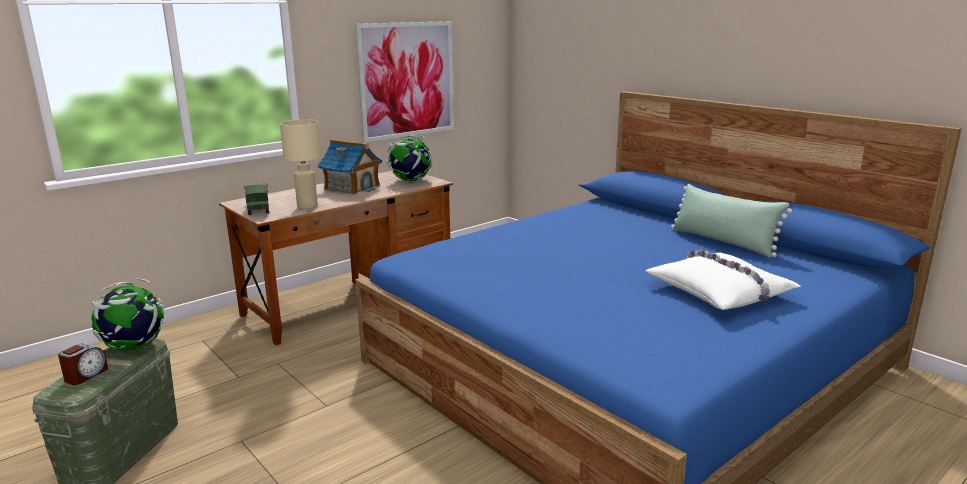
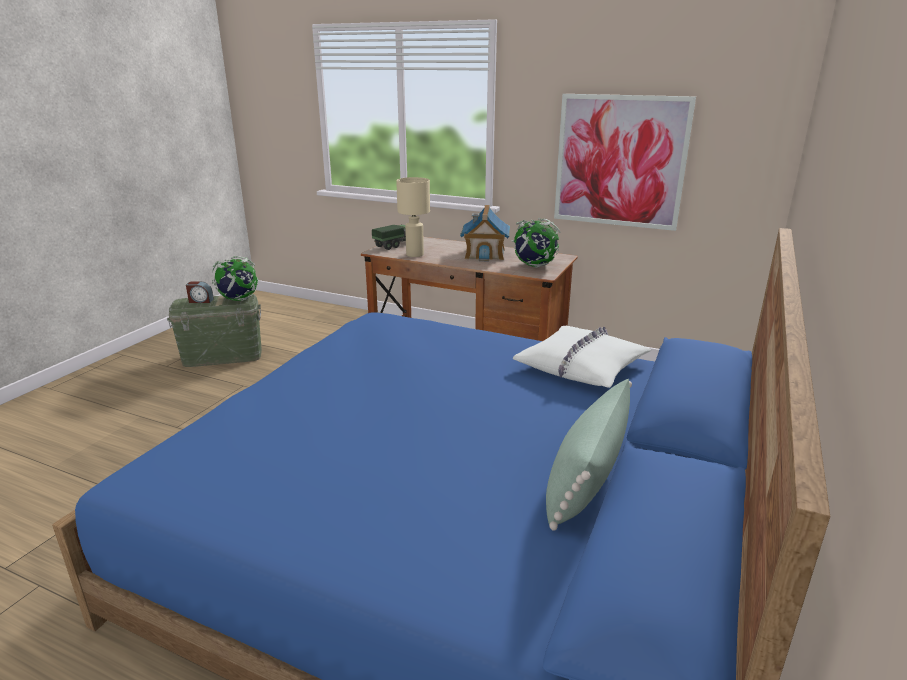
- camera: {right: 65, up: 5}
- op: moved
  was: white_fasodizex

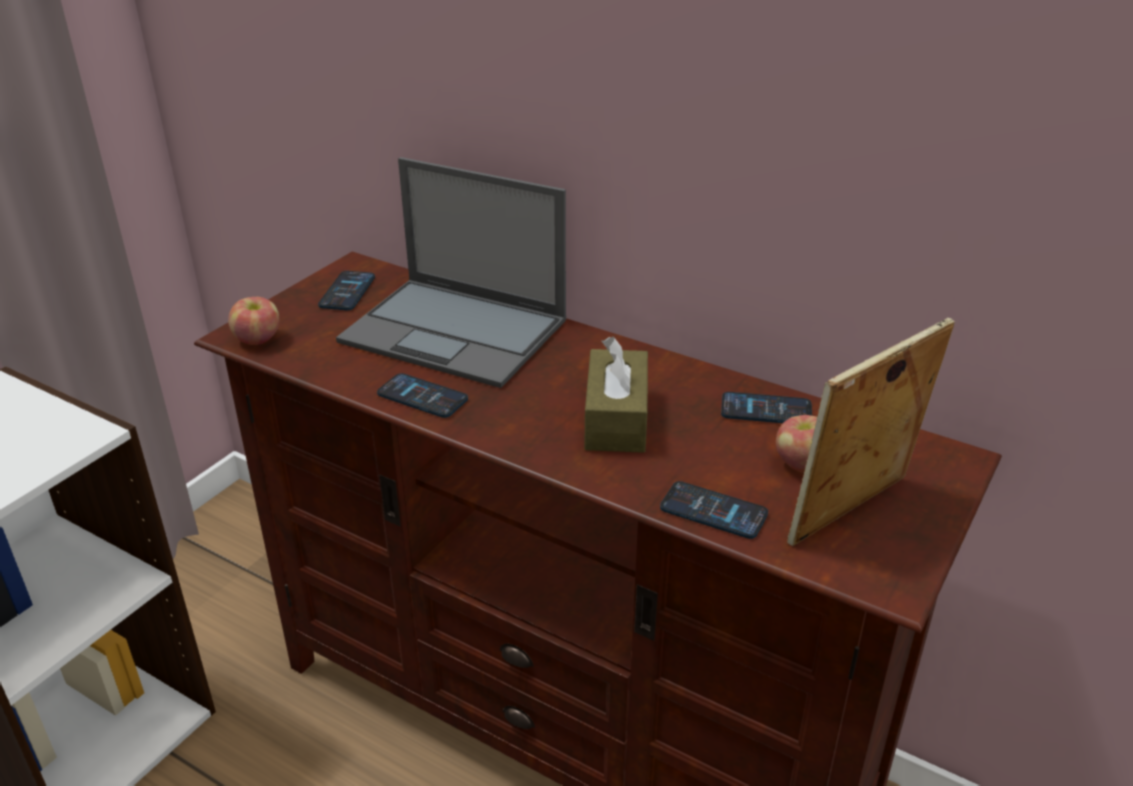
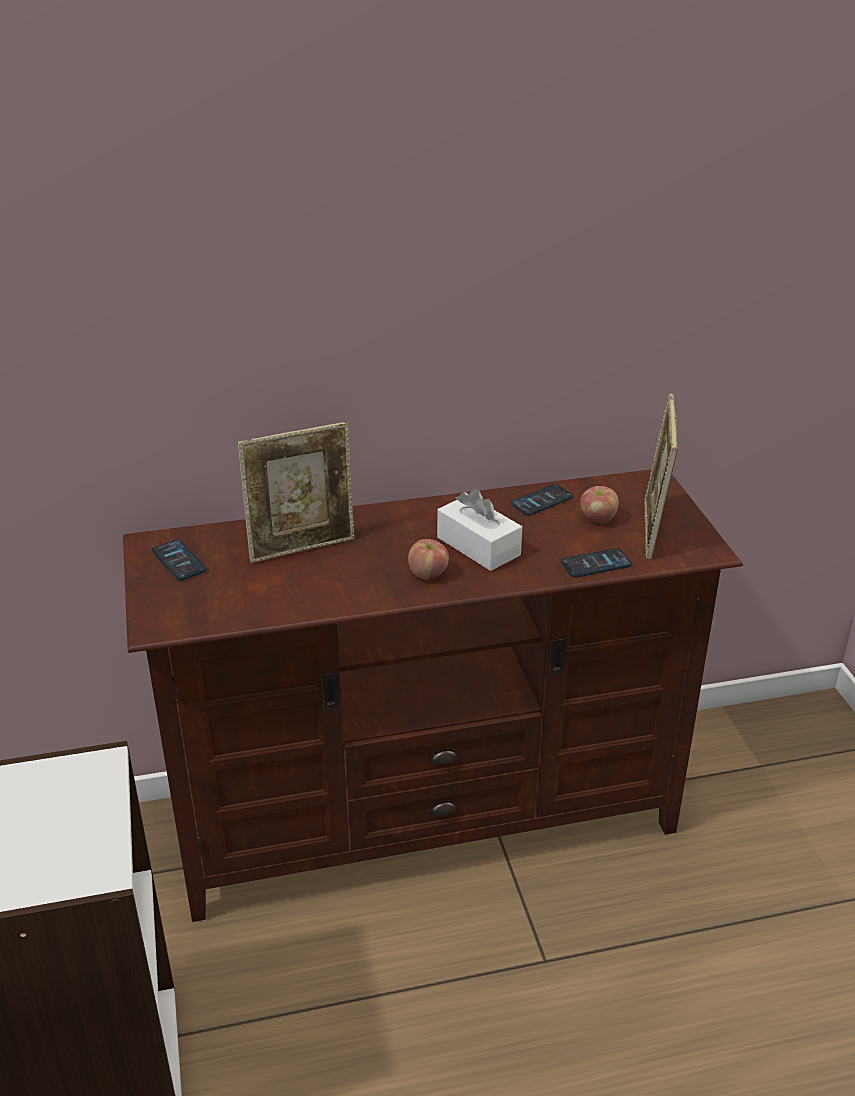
- camera: {right: -45, up: 0}
- op: replaced
  was: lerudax
  now: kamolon (1st from left)
- op: moved
  was: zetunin (1st from left)
- op: recoloured
  was: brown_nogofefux
  now: white_nogofefux
- op: removed
  was: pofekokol (2nd from left)

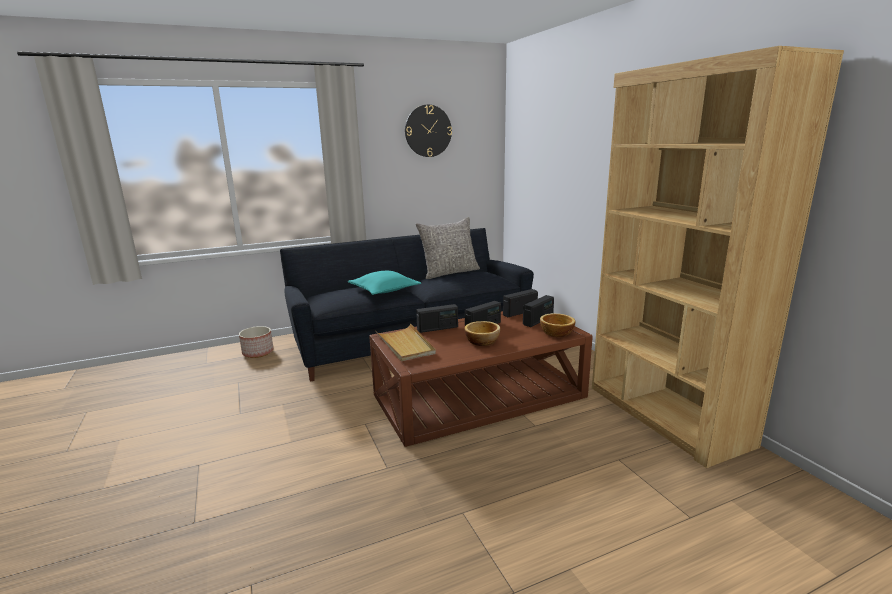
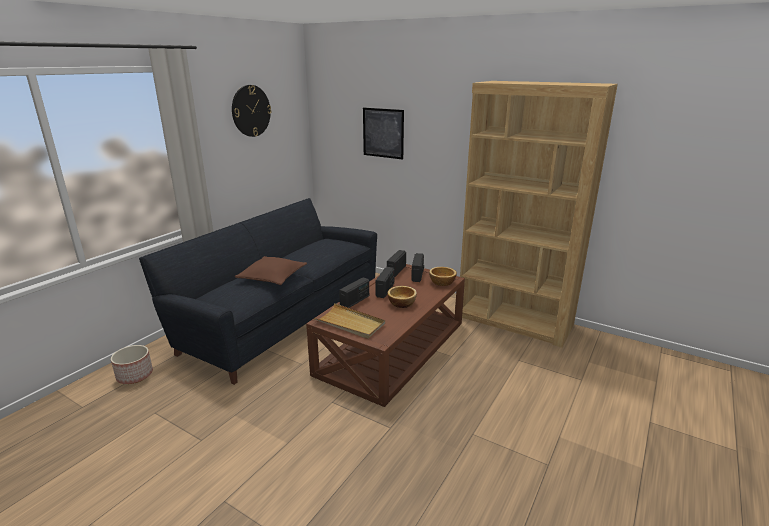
- camera: {right: -35, up: 5}
- op: recoloured
  was: turquoise_fasodizex
  now: brown_fasodizex
- op: added
  now: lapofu
- op: removed
  was: grey_fasodizex

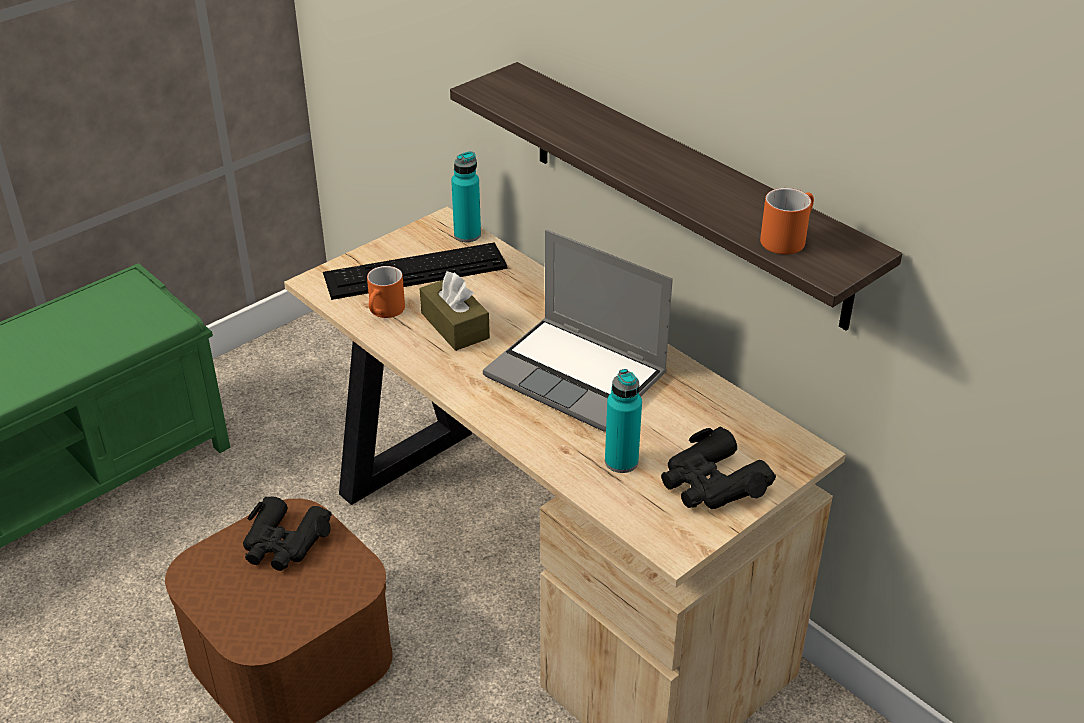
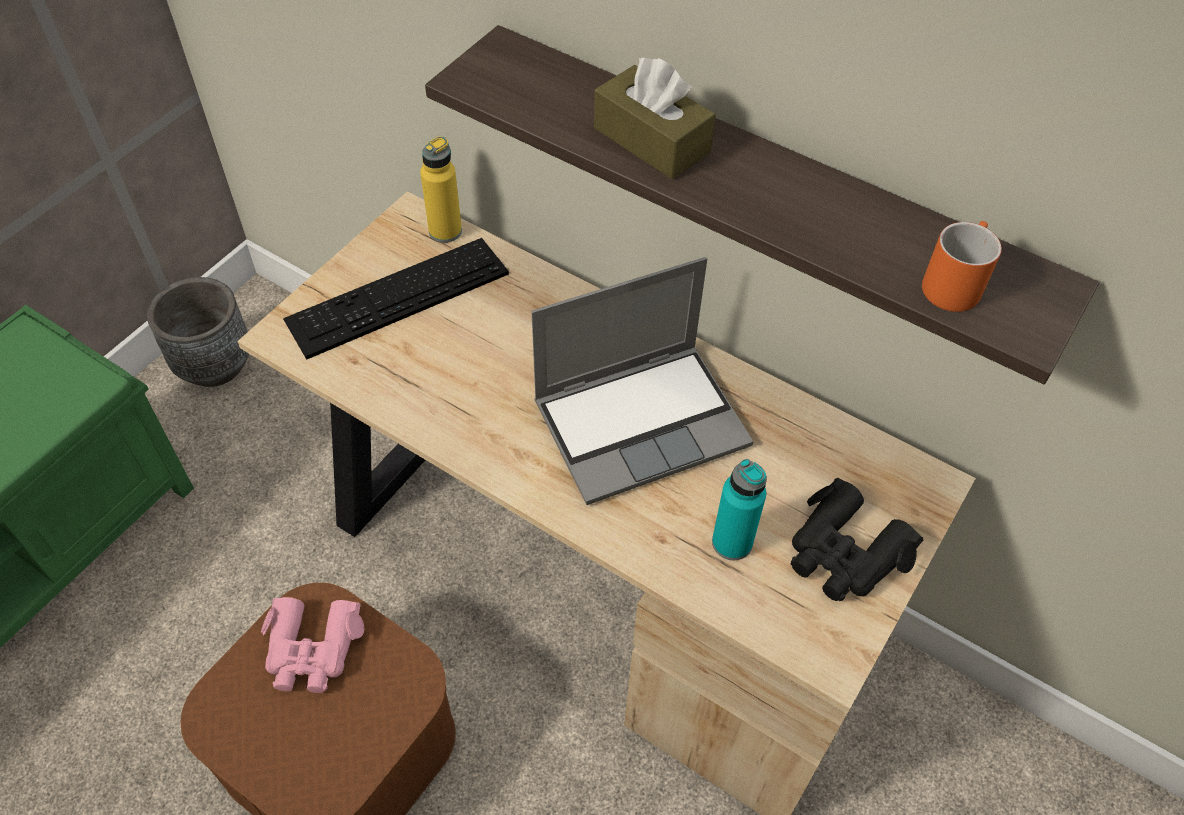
- camera: {right: -15, up: 15}
- op: added
  now: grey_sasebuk
- op: recoloured
  was: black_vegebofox (1st from left)
  now: pink_vegebofox
- op: recoloured
  was: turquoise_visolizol (1st from left)
  now: yellow_visolizol
- op: turned
  was: lerudax
  clockwise: -45
- op: moved
  was: brown_nogofefux
- op: removed
  was: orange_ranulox (1st from left)

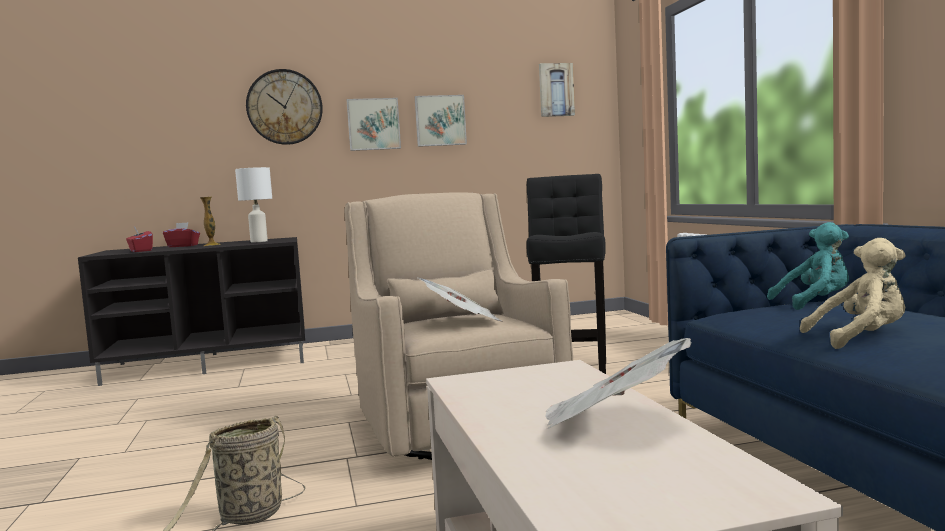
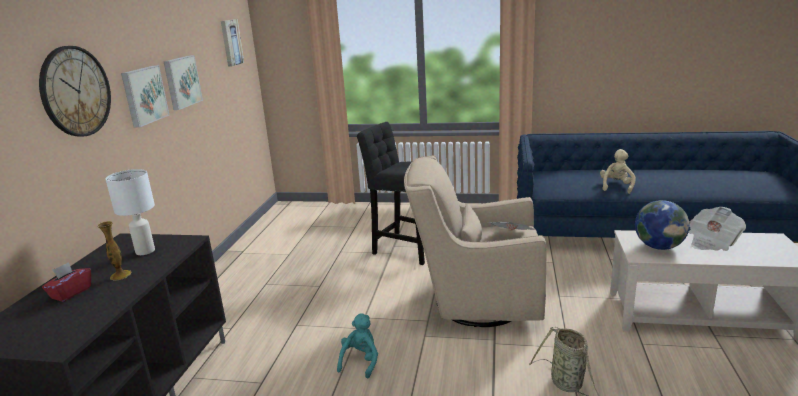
- camera: {right: -65, up: 15}
- op: moved
  was: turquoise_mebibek
- op: added
  now: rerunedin
- op: removed
  was: red_nogofefux (1st from left)

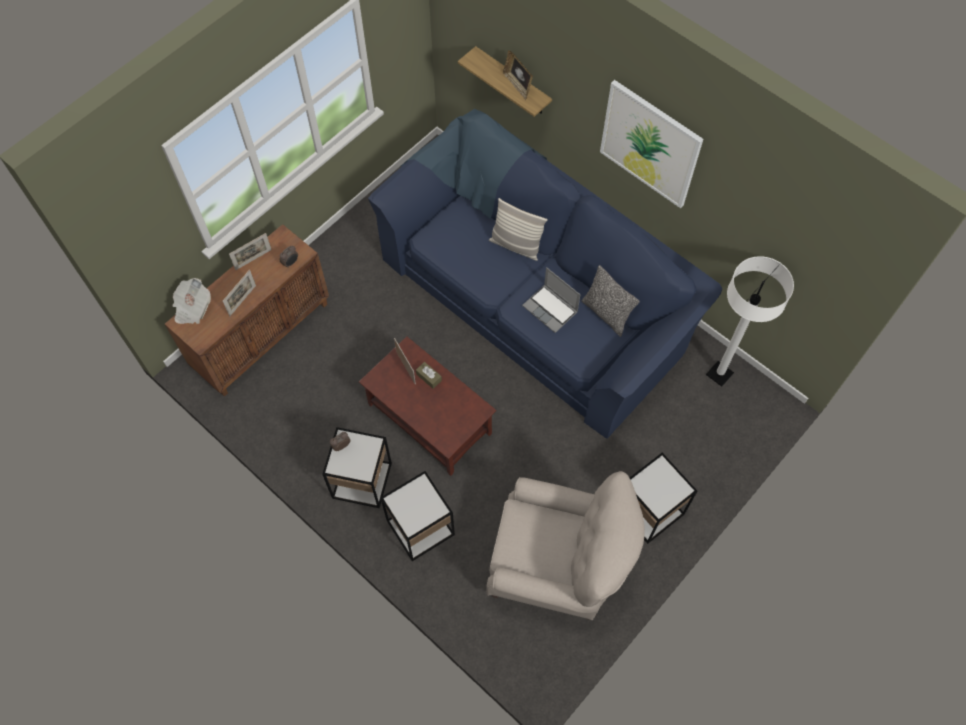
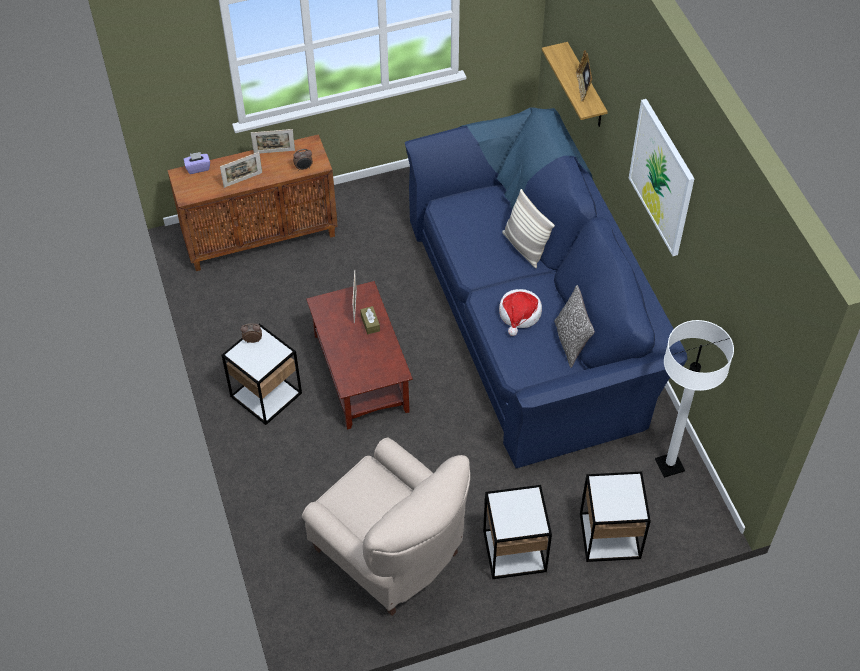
- camera: {right: 30, up: -10}
- op: replaced
  was: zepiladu
  now: purple_nogofefux
- op: replaced
  was: lerudax
  now: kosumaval
- op: moved
  was: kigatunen (2nd from left in the first image)
  now: kigatunen (3rd from left)

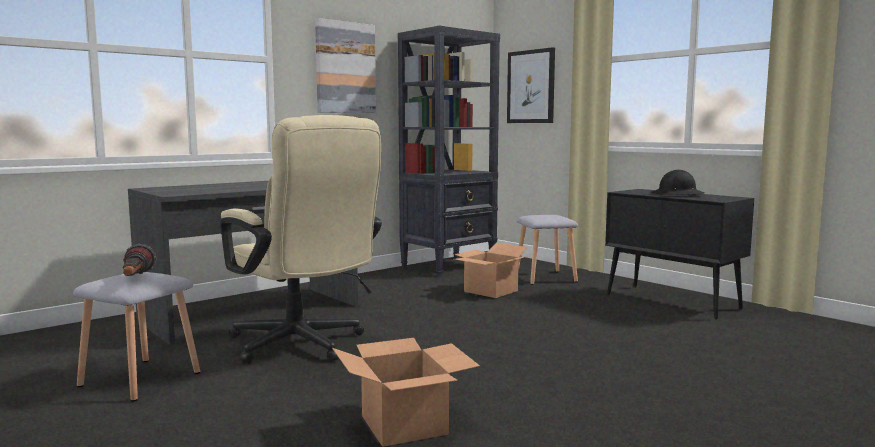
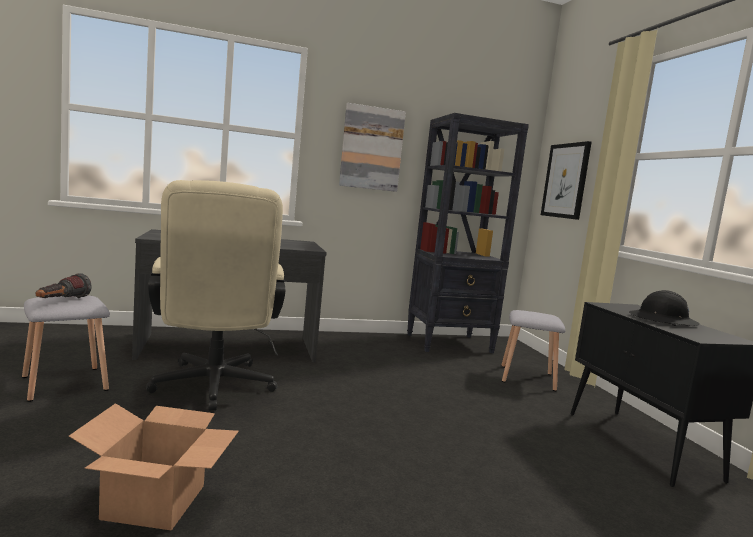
- camera: {right: 25, up: 0}
- op: removed
  was: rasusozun (2nd from left)

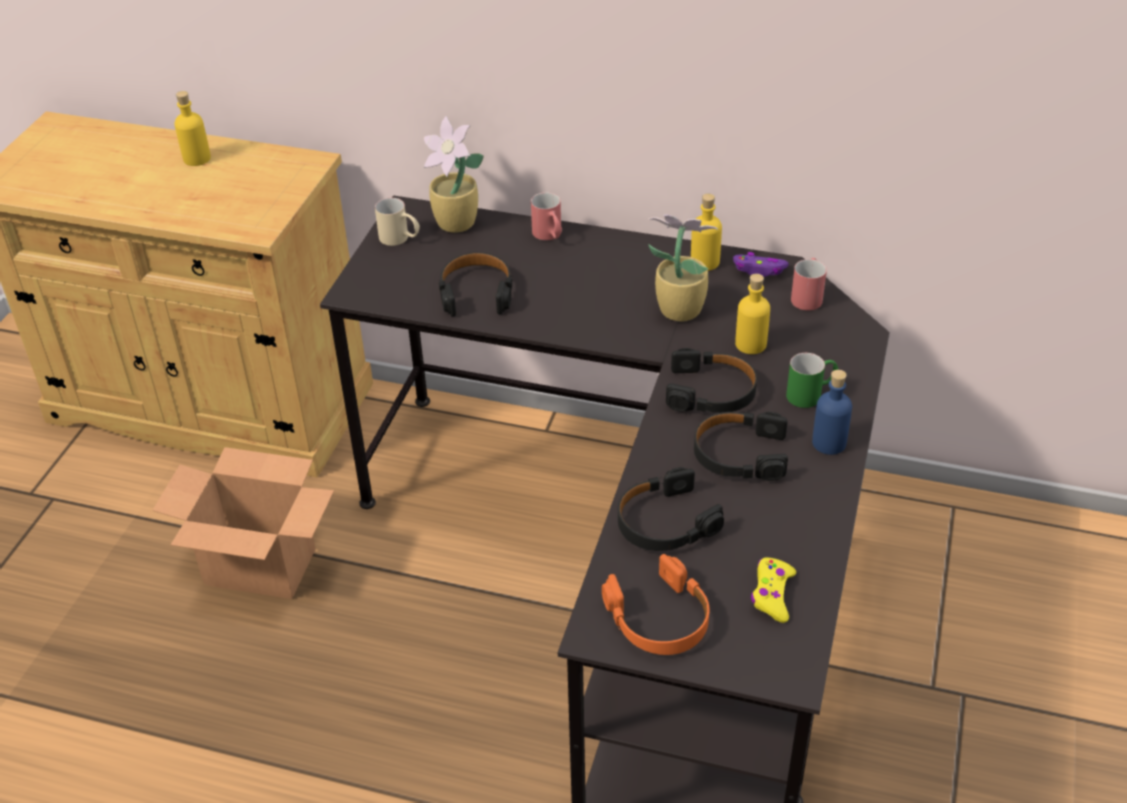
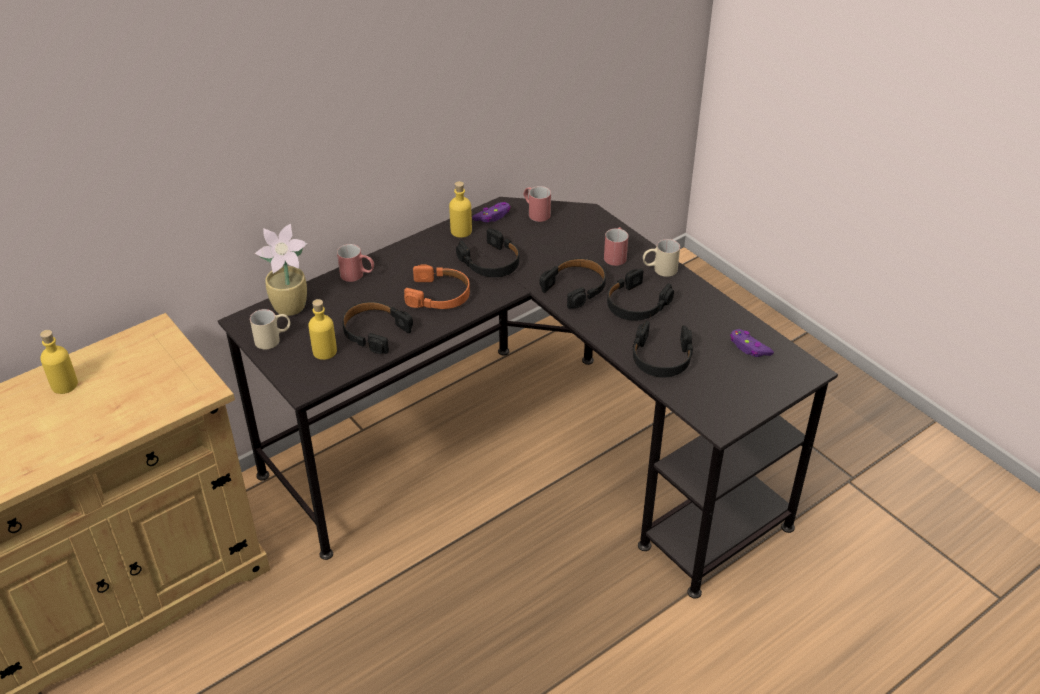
- camera: {right: -55, up: 0}
- op: moved
  was: yellow_visolizol (3rd from left in the first image)
  now: yellow_visolizol (2nd from left)
- op: moved
  was: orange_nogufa
- op: replaced
  was: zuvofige (2nd from left)
  now: black_nogufa (2nd from left)
- op: recoloured
  was: green_ranulox
  now: red_ranulox (3rd from left)
- op: replaced
  was: blue_visolizol
  now: beige_ranulox (2nd from left)
- op: recoloured
  was: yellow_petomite
  now: purple_petomite (2nd from left)
- op: removed
  was: rasusozun

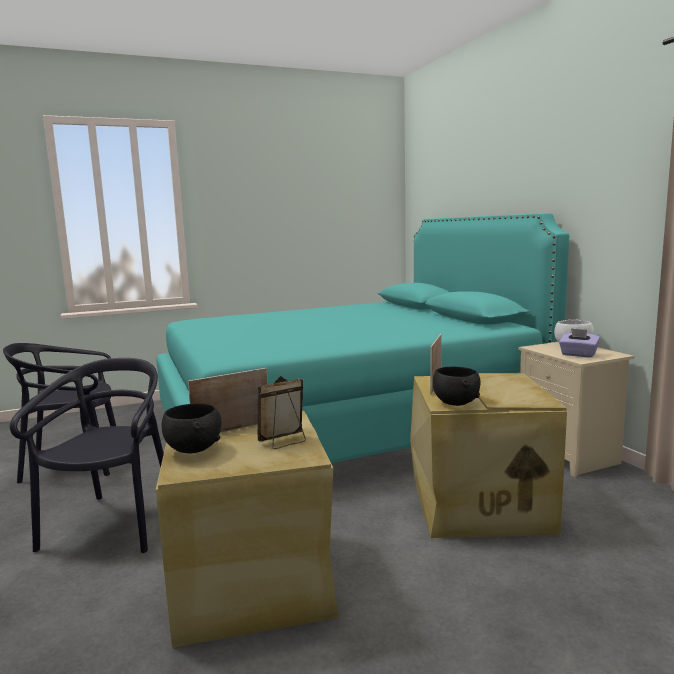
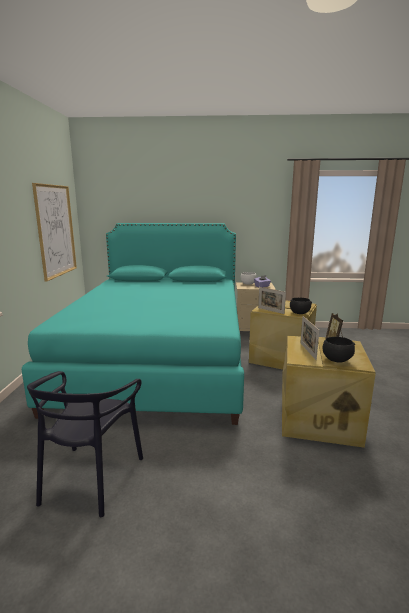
- camera: {right: -65, up: 5}
- op: added
  now: lapofu
- op: removed
  was: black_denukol (2nd from left)

